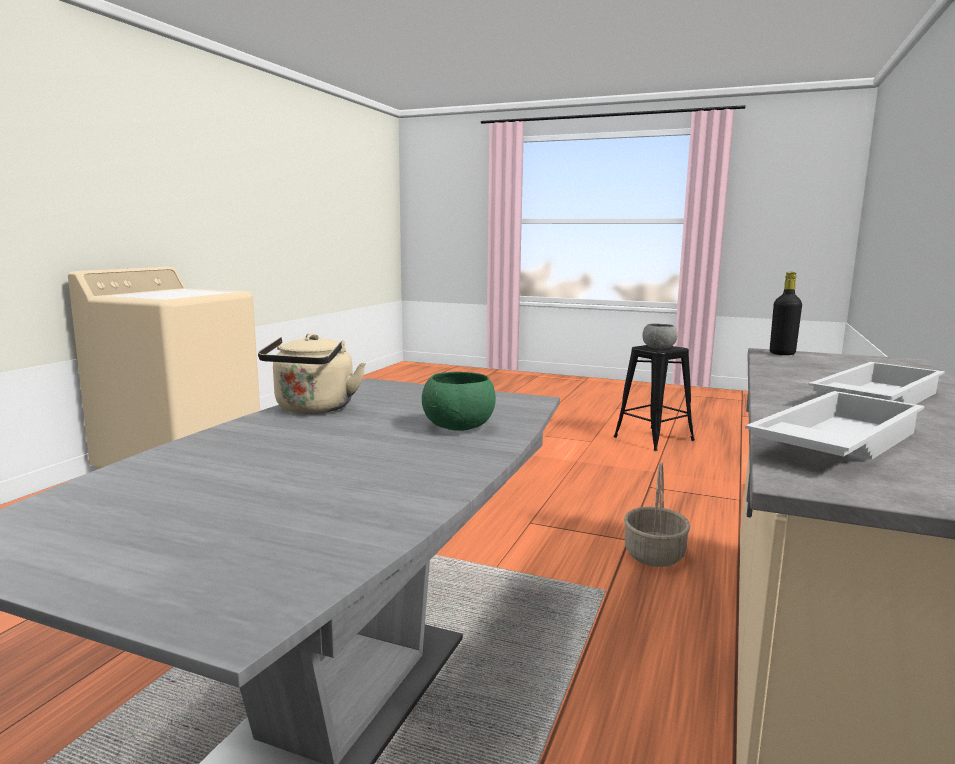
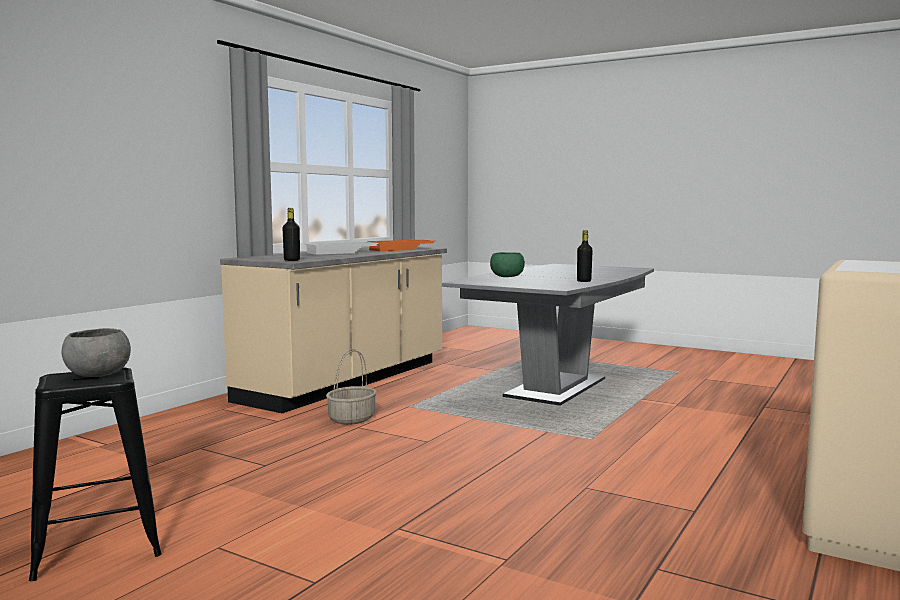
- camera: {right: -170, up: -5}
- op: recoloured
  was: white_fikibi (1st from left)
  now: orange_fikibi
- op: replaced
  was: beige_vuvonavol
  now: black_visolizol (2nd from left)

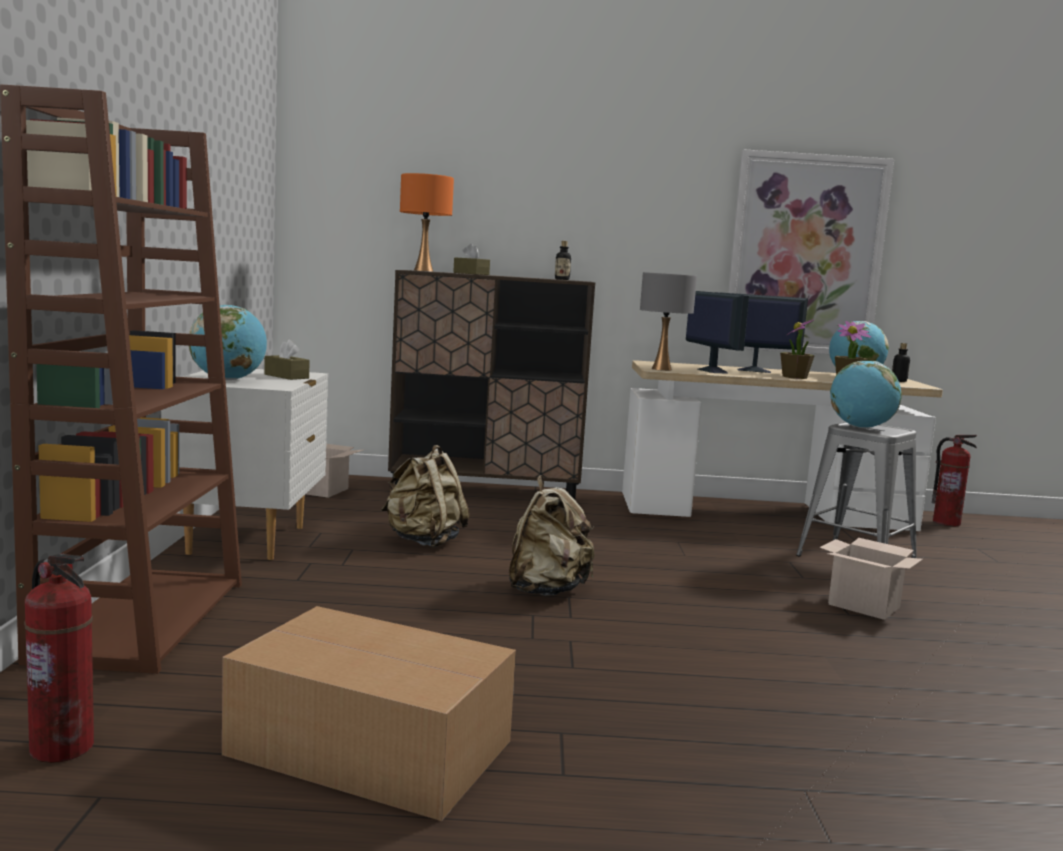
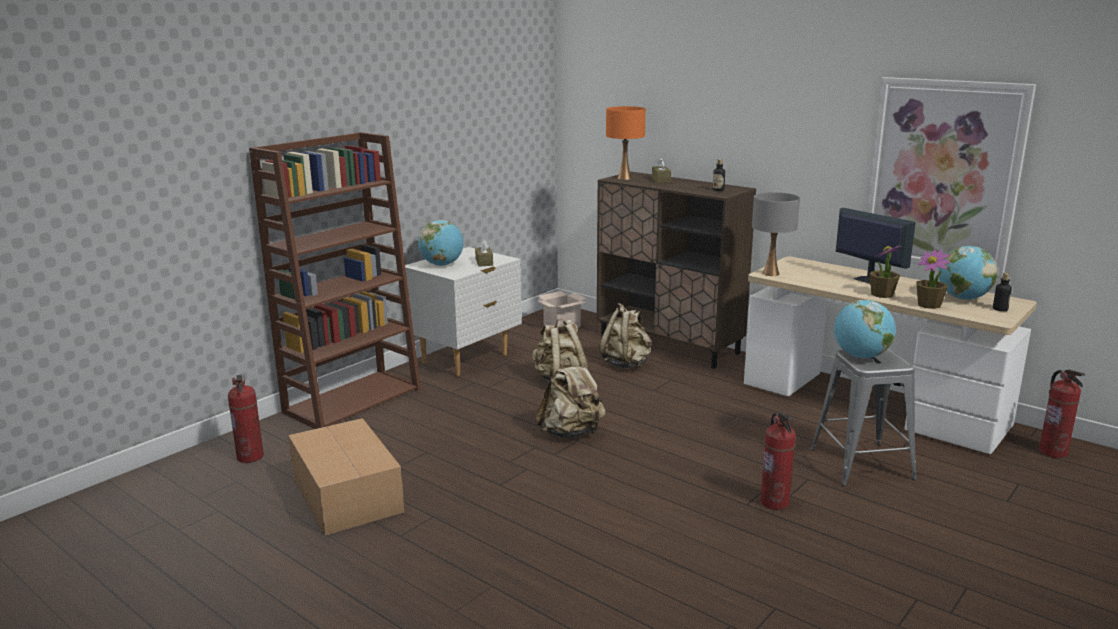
- camera: {right: 40, up: 10}
- op: added
  now: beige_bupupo (3rd from left)
- op: replaced
  was: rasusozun (3rd from left)
  now: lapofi (2nd from left)
- op: removed
  was: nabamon (1st from left)

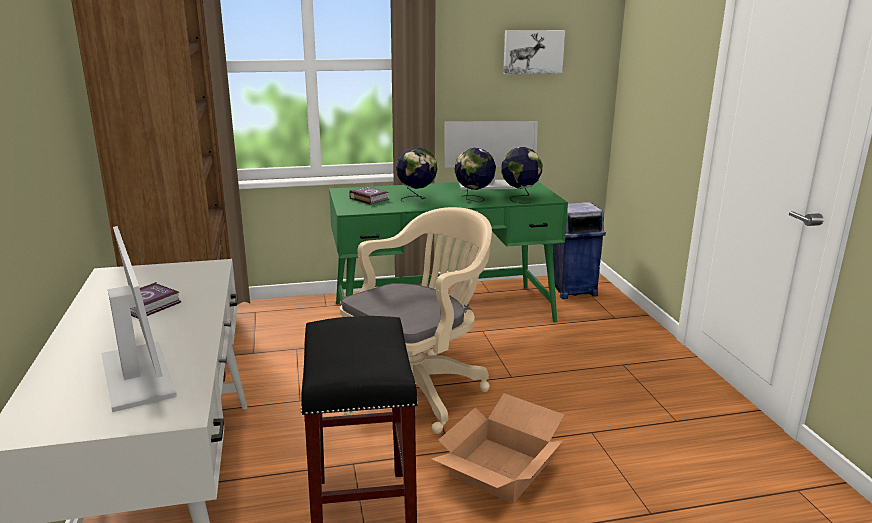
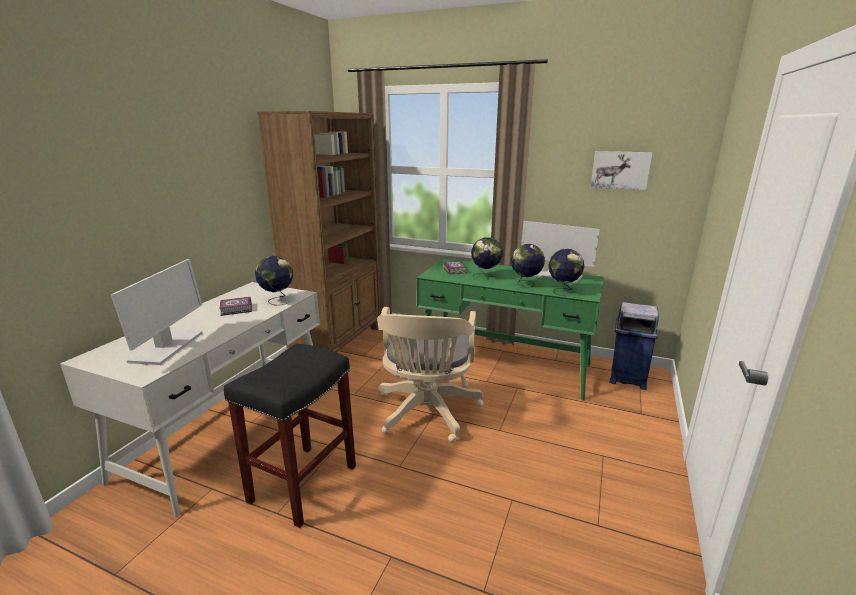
- camera: {right: 35, up: 0}
- op: added
  now: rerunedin (1st from left)
- op: turned
  was: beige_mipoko
  clockwise: 105
- op: removed
  was: rasusozun

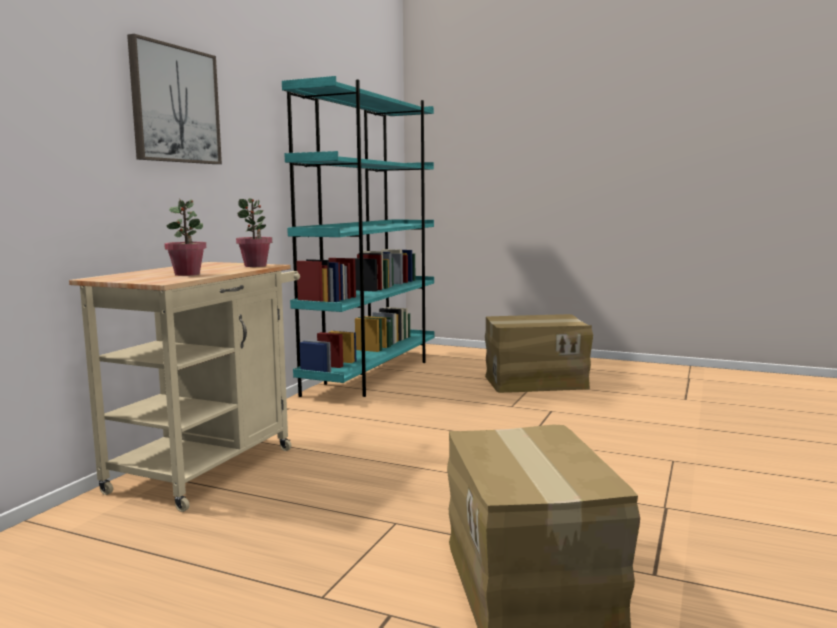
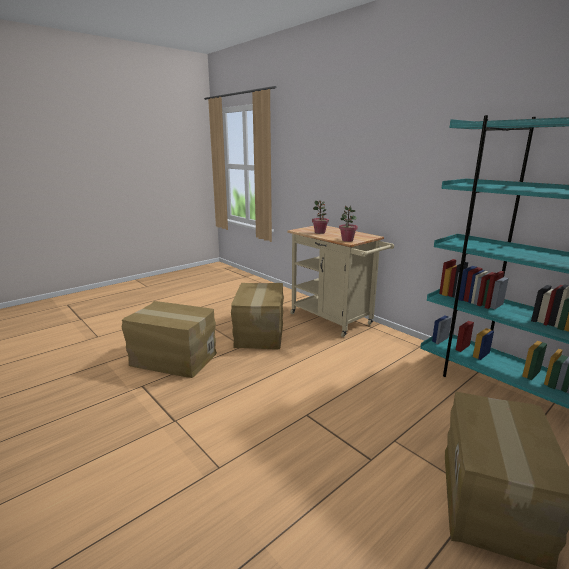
- camera: {right: 115, up: 10}
- op: added
  now: rasusozun (2nd from left)
- op: removed
  was: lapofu

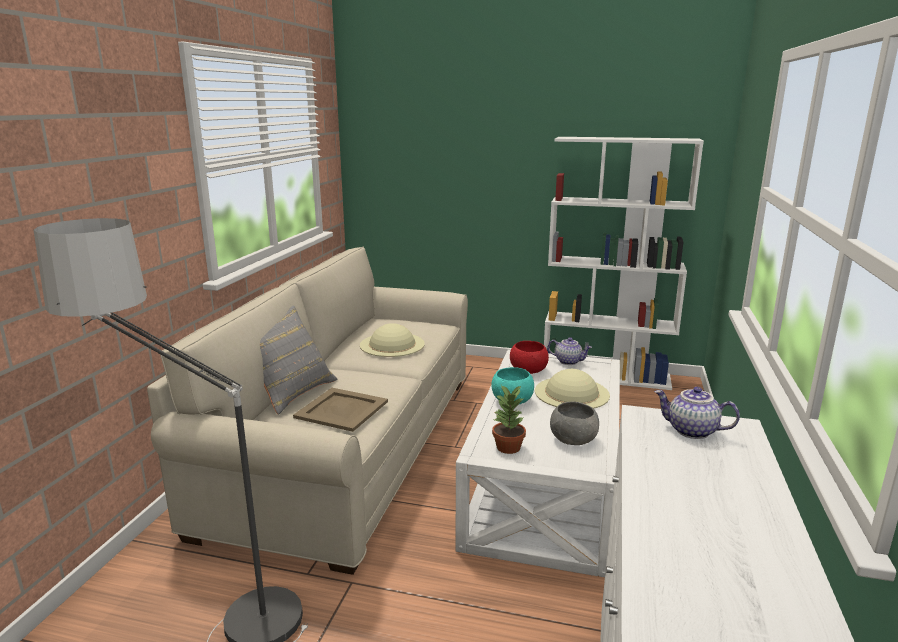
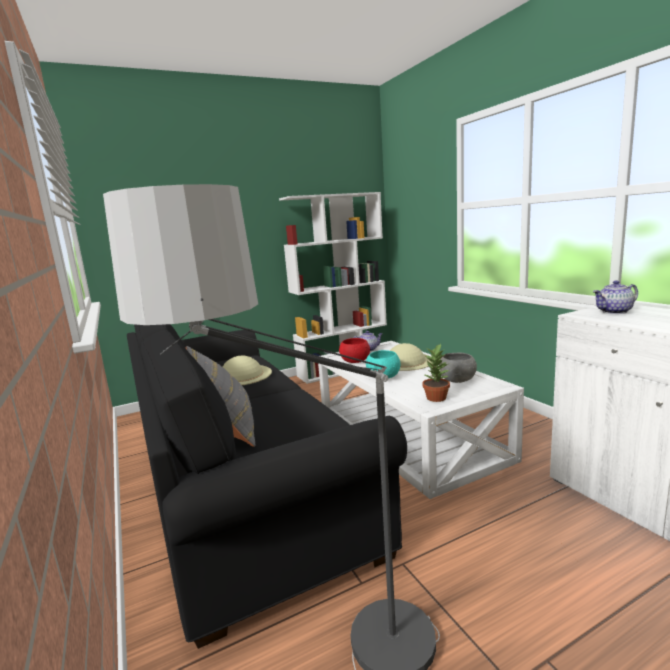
- camera: {right: -40, up: -5}
- op: recoloured
  was: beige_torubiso
  now: black_torubiso
- op: removed
  was: beige_fikibi

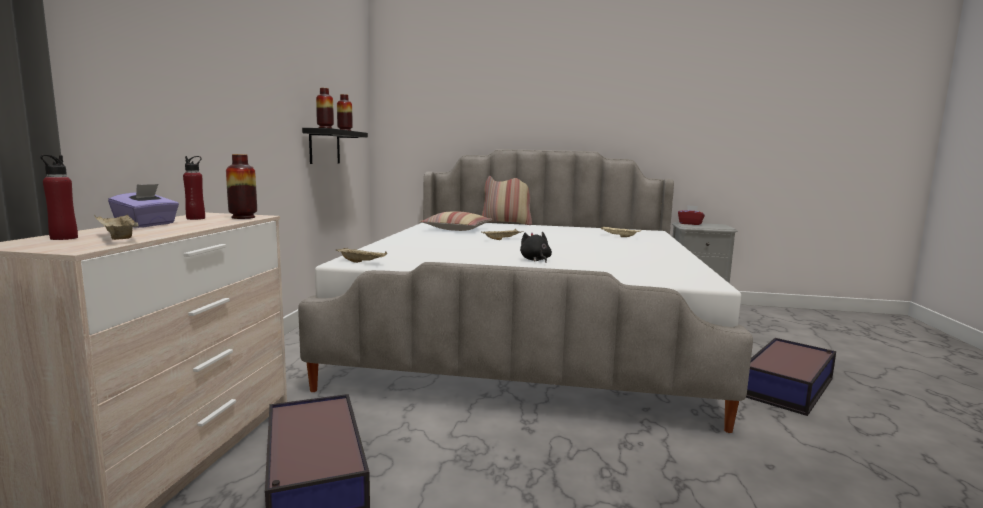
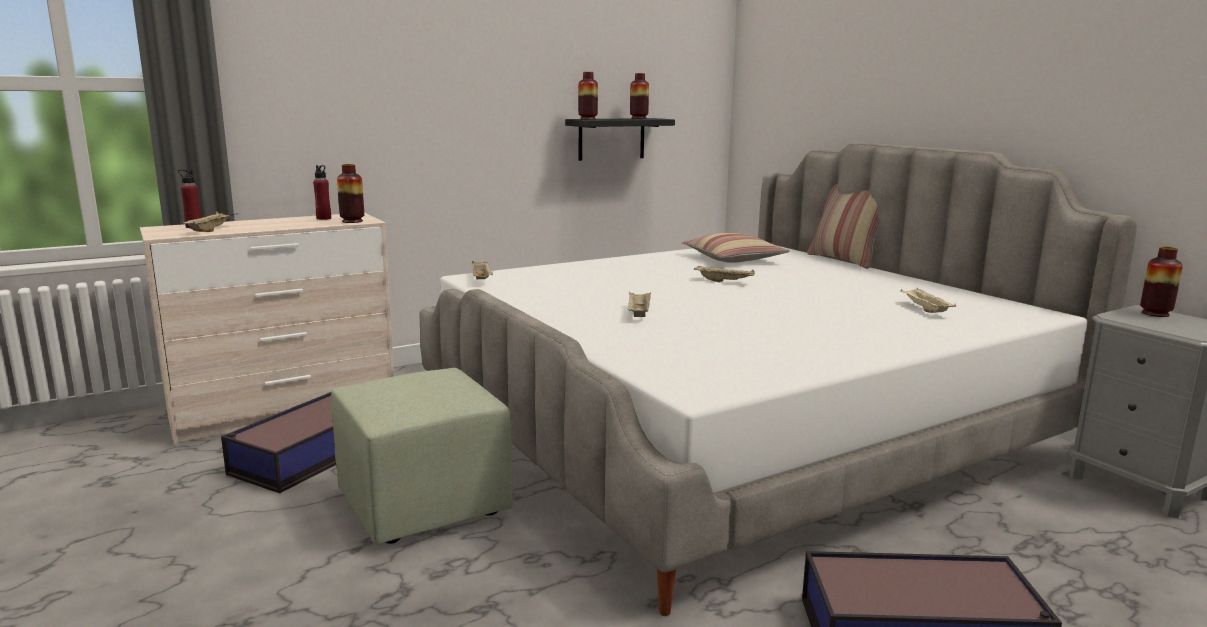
- camera: {right: 50, up: 5}
- op: added
  now: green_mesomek
- op: replaced
  was: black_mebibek
  now: beige_fikibi (3rd from left)
- op: replaced
  was: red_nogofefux
  now: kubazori (4th from left)
- op: removed
  was: purple_nogofefux

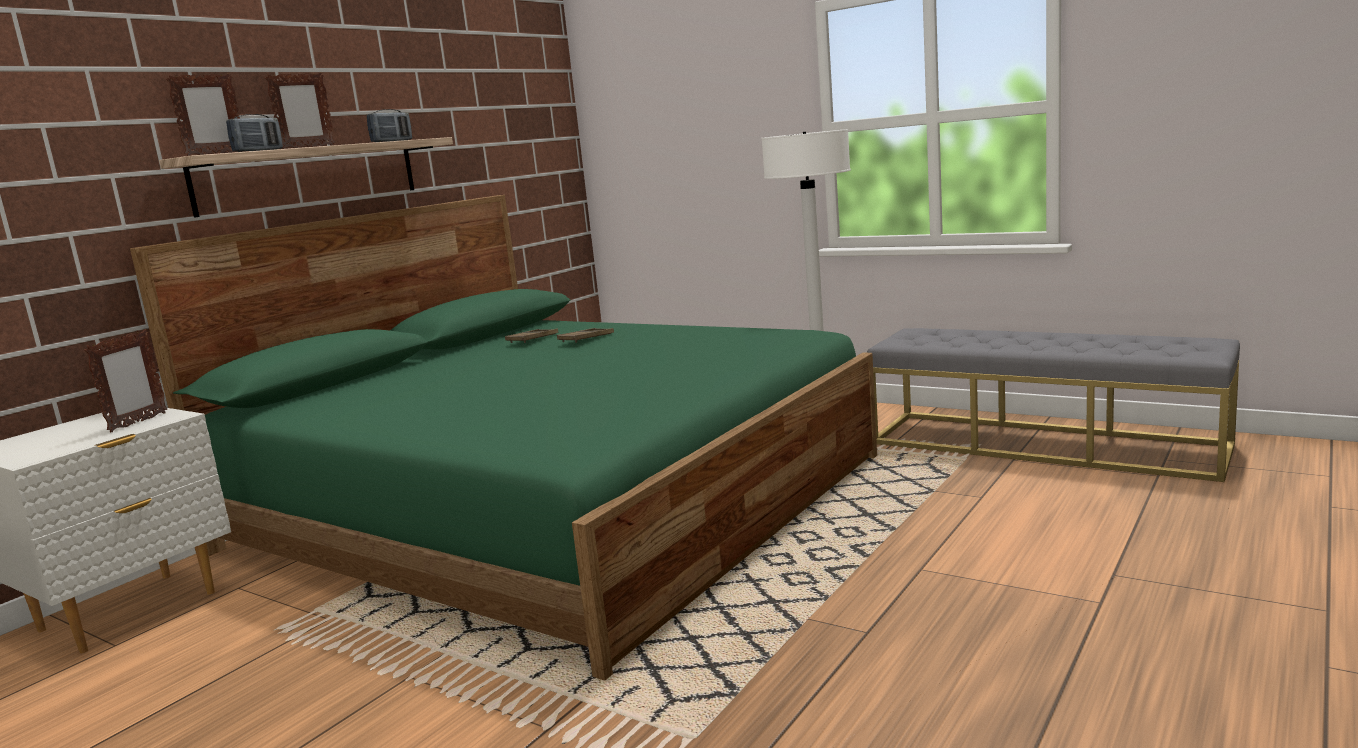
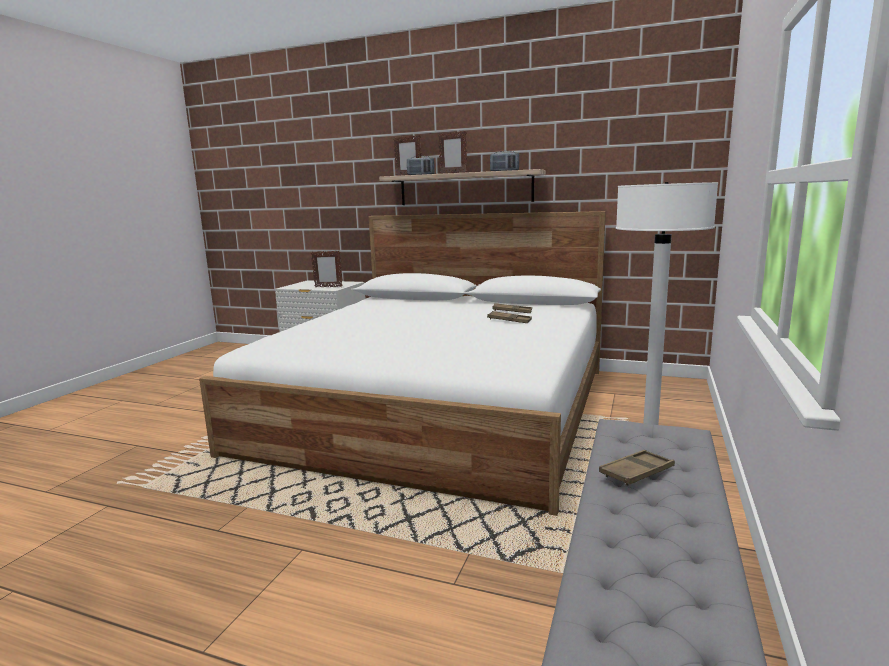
- camera: {right: 75, up: 0}
- op: recoloured
  was: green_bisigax
  now: white_bisigax
- op: added
  now: brown_fikibi (3rd from left)

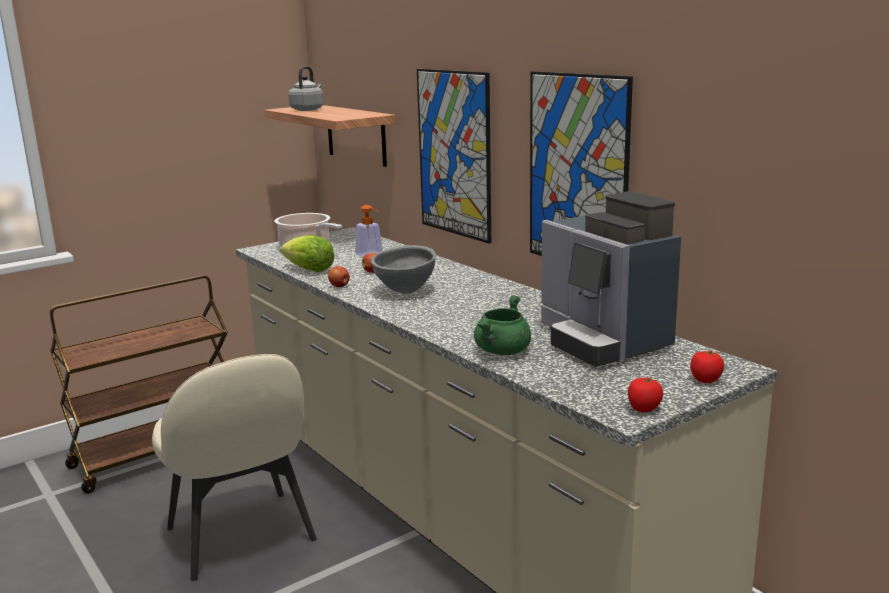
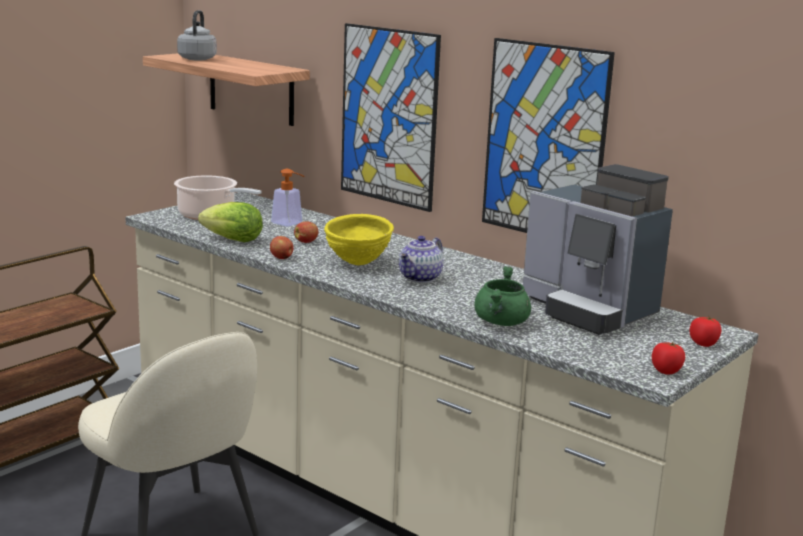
- camera: {right: -15, up: 0}
- op: recoloured
  was: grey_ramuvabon
  now: yellow_ramuvabon
- op: added
  now: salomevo

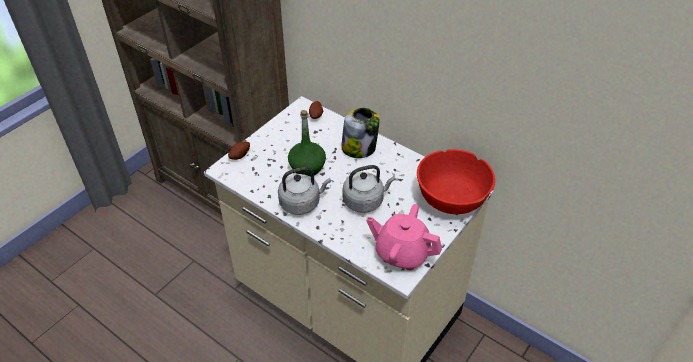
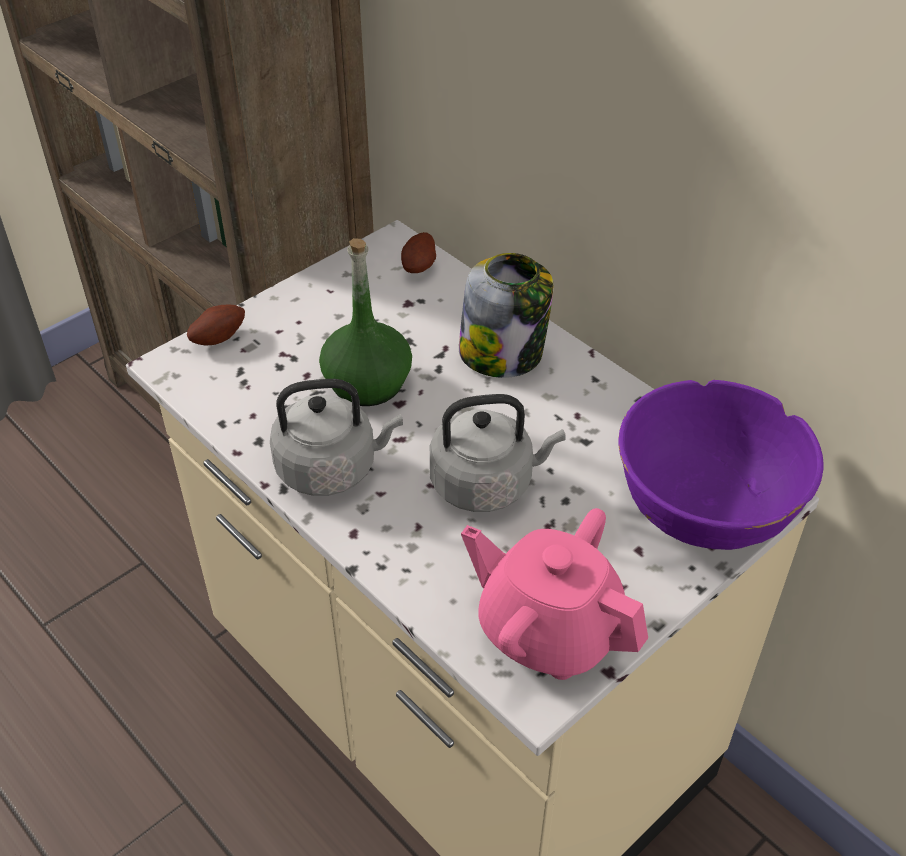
- camera: {right: 10, up: 0}
- op: recoloured
  was: red_ramuvabon
  now: purple_ramuvabon

